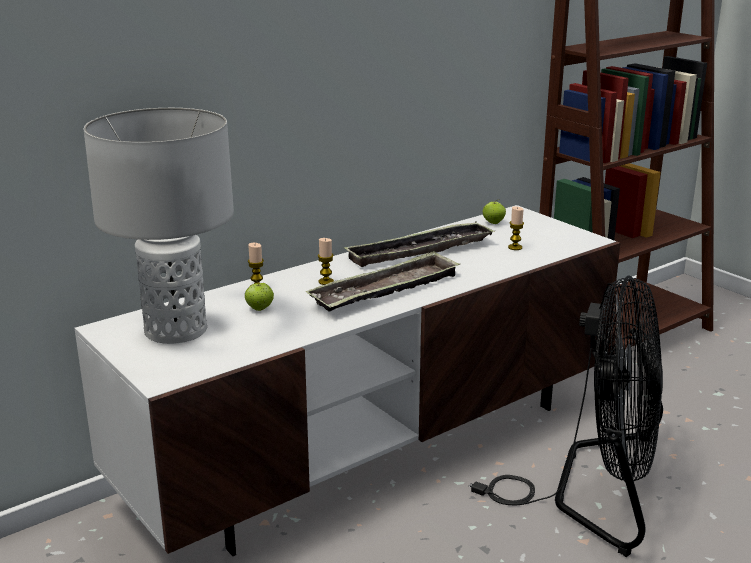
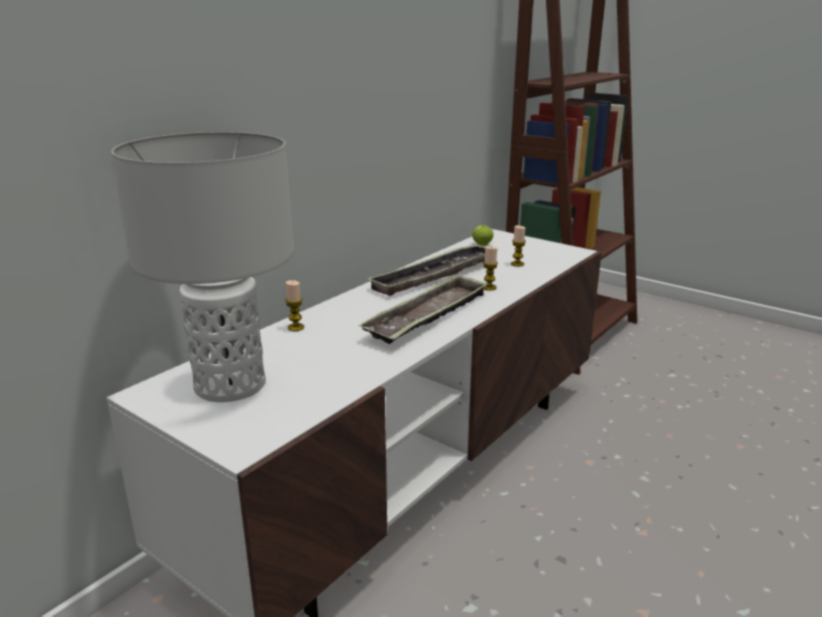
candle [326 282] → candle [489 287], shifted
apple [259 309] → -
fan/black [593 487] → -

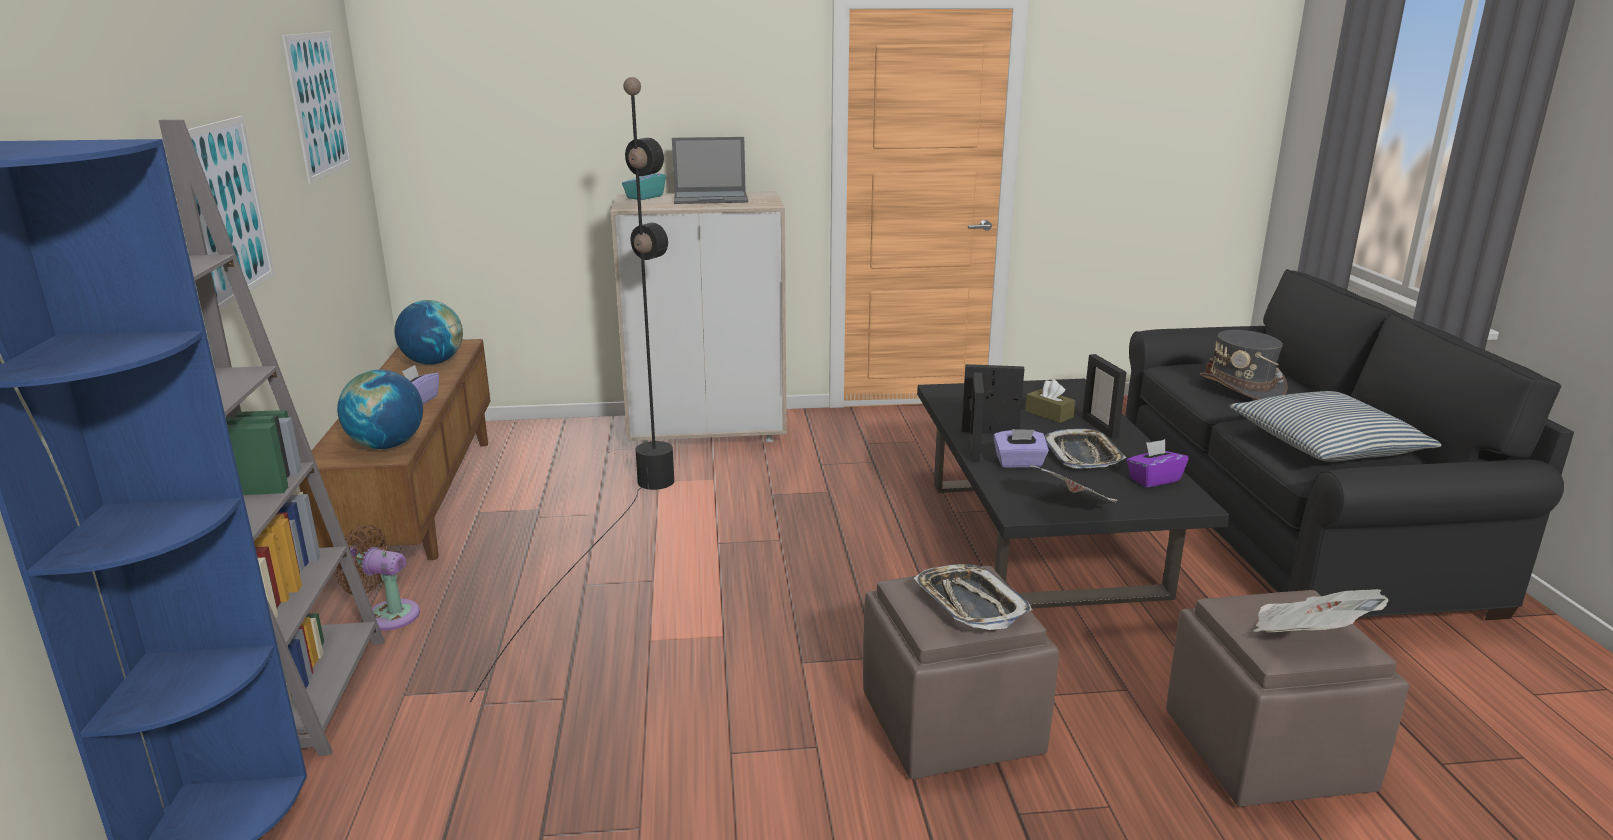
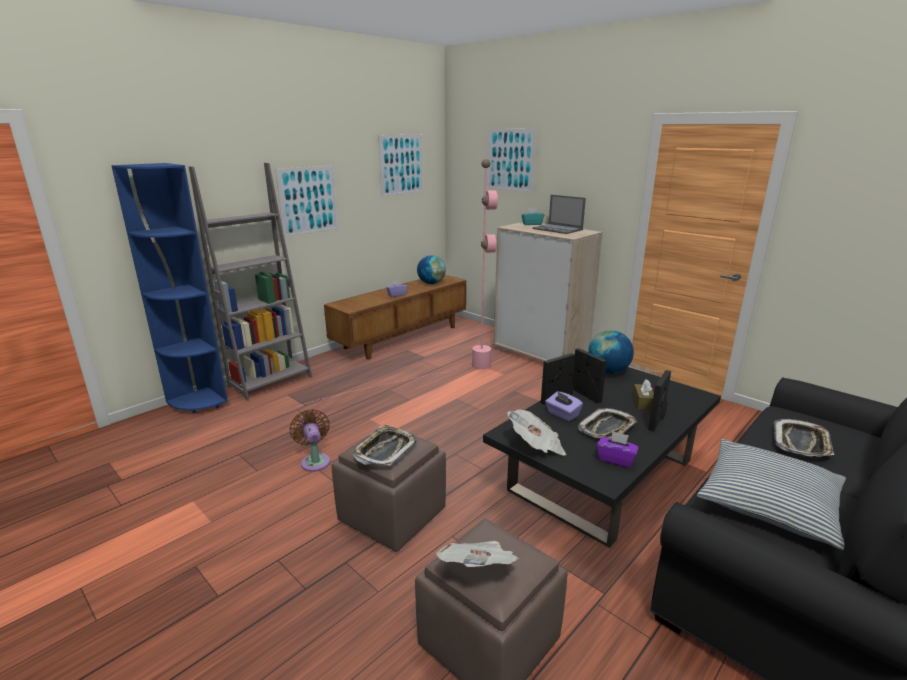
fan/brown [387 615] → fan/brown [315 461], shifted
floor lamp/black [613 528] → floor lamp/pink [434 375]
- → picture [510 160]
globe [386 445] → globe [608 371], shifted
hat/grey [1241 388] → tray [801 442]

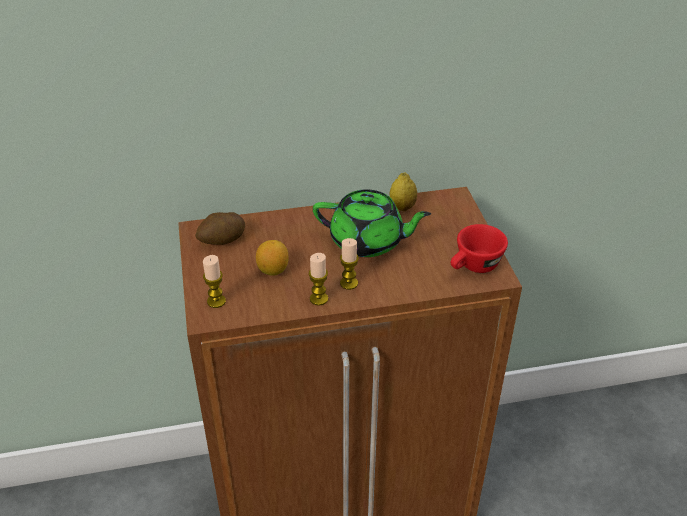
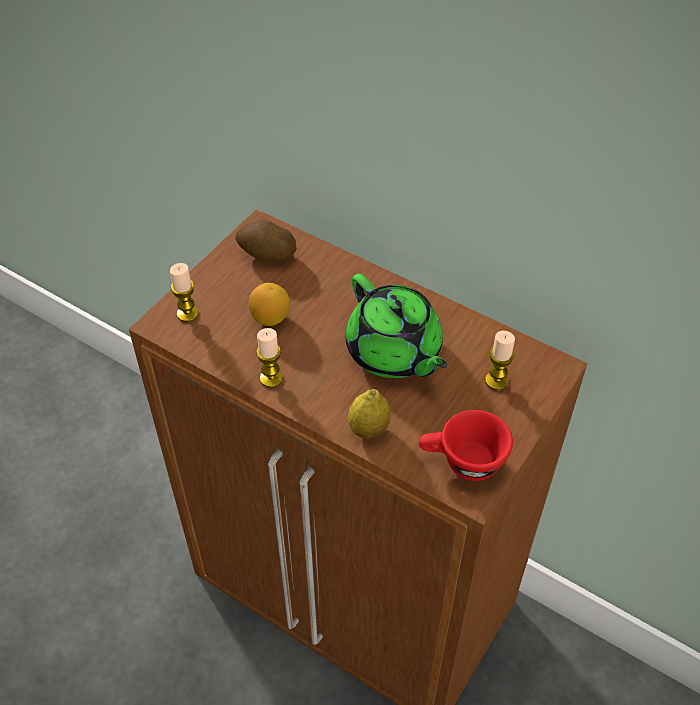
lemon [402 207] → lemon [369 429], shifted
candle [349 283] → candle [496 381], shifted

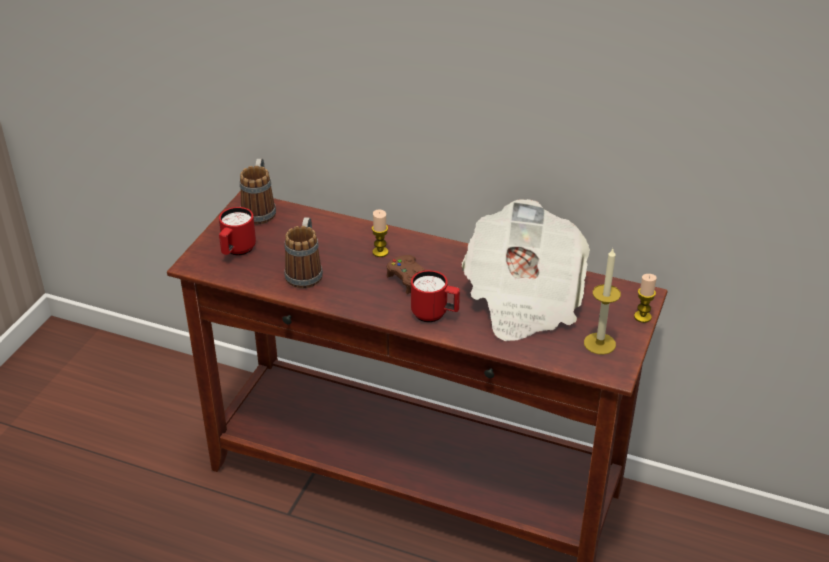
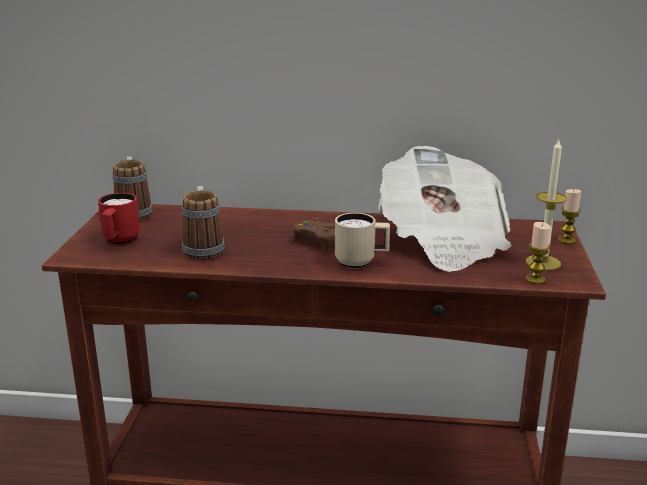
mug/red [435 315] → mug/beige [361 262]
candle [380 252] → candle [535 279], shifted

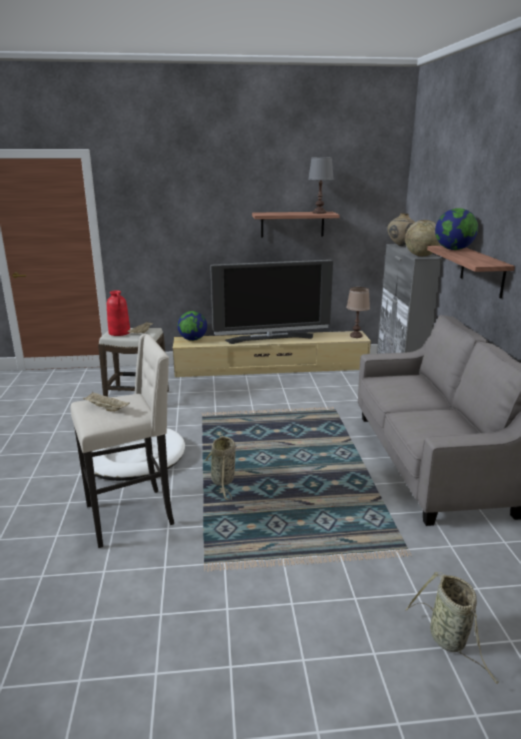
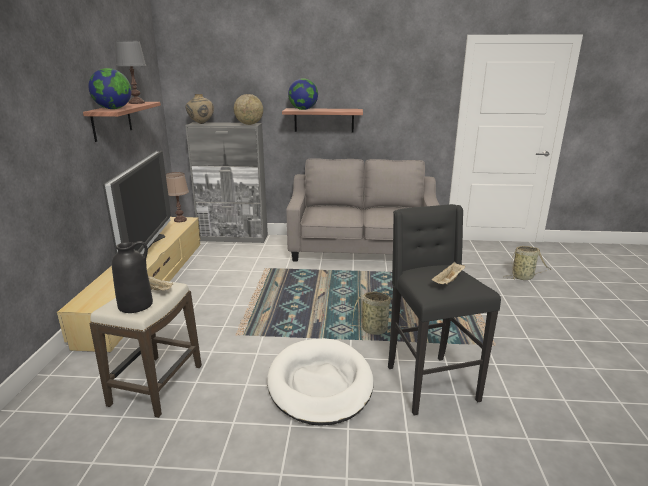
globe [192 339] → globe [113 109], shifted
vase/red [119 332] → vase/black [136 304]
stool/beige [132 515] → stool/black [429 383]

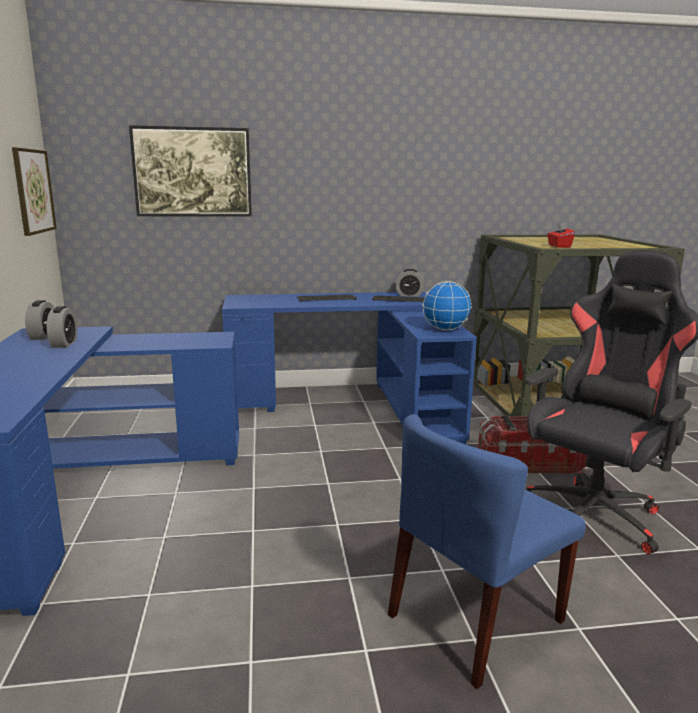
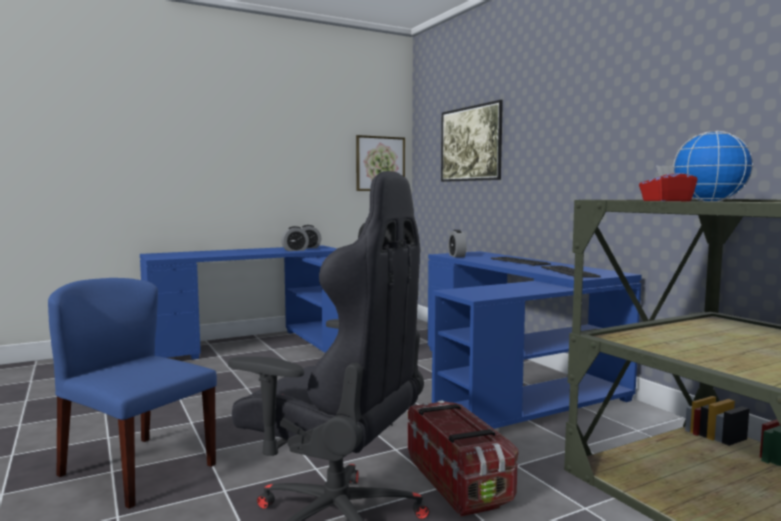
alarm clock [409 295] → alarm clock [457 256], shifted
globe [445 329] → globe [709 202], shifted

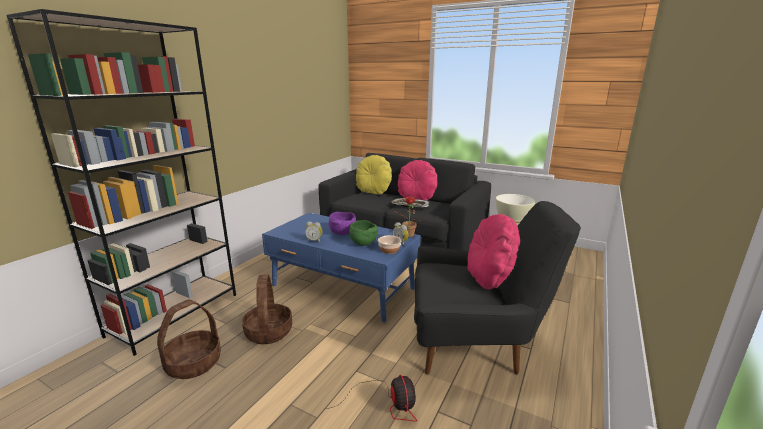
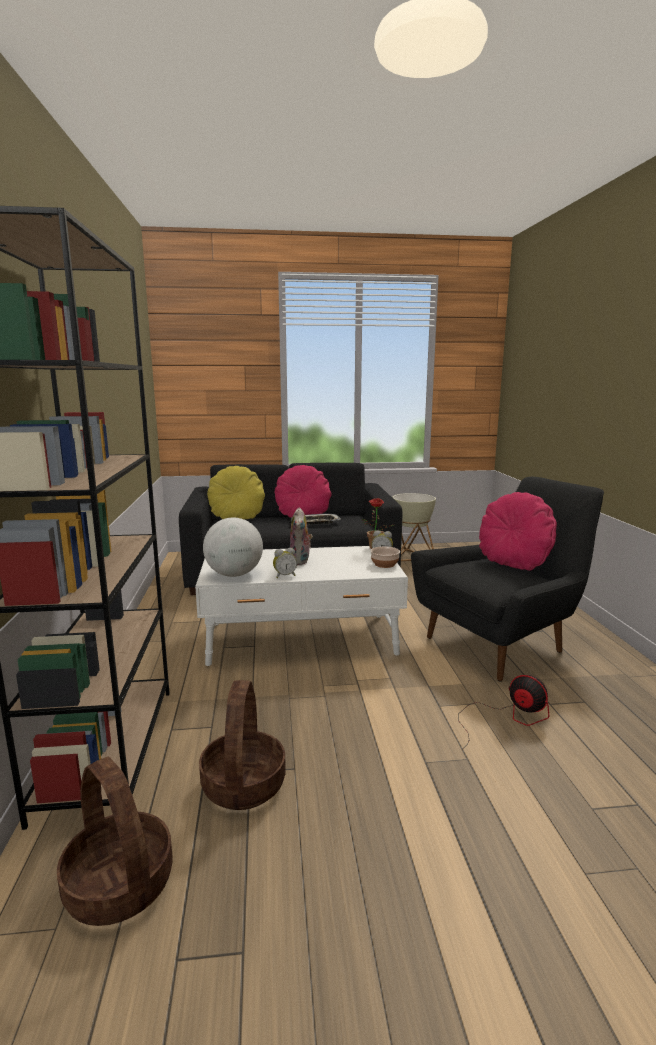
basket [268 332] → basket [118 884], shifted
coffee table/blue [343 287] → coffee table/white [302 639]
- → globe [234 575]
bowl/purple [342 233] → plush toy [300 561]
bowl/green [362 243] → -

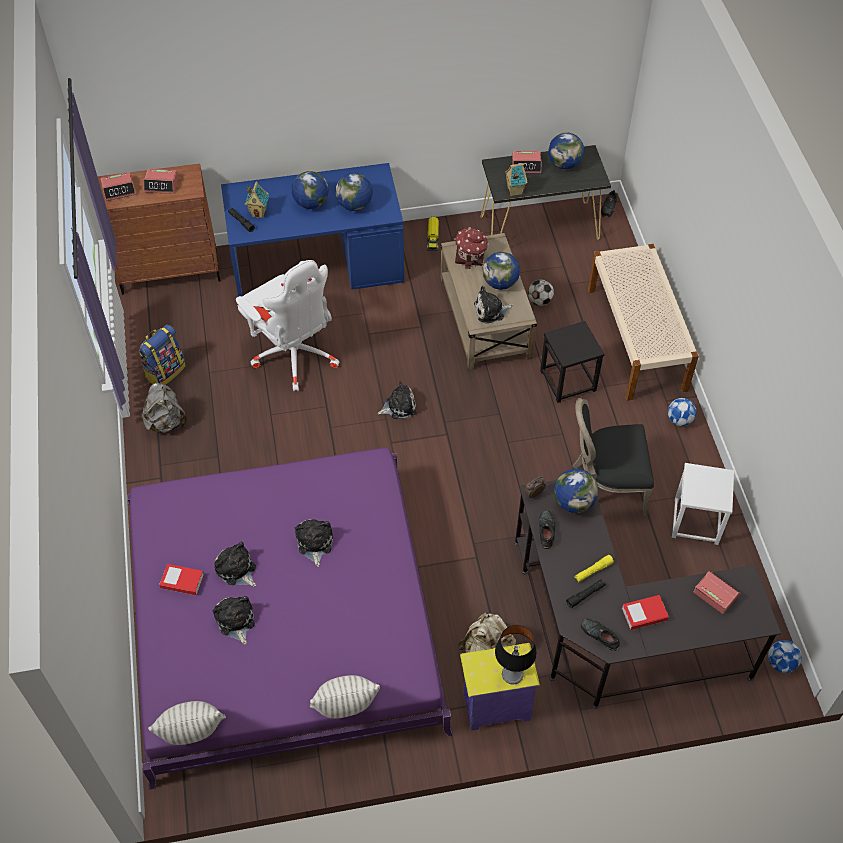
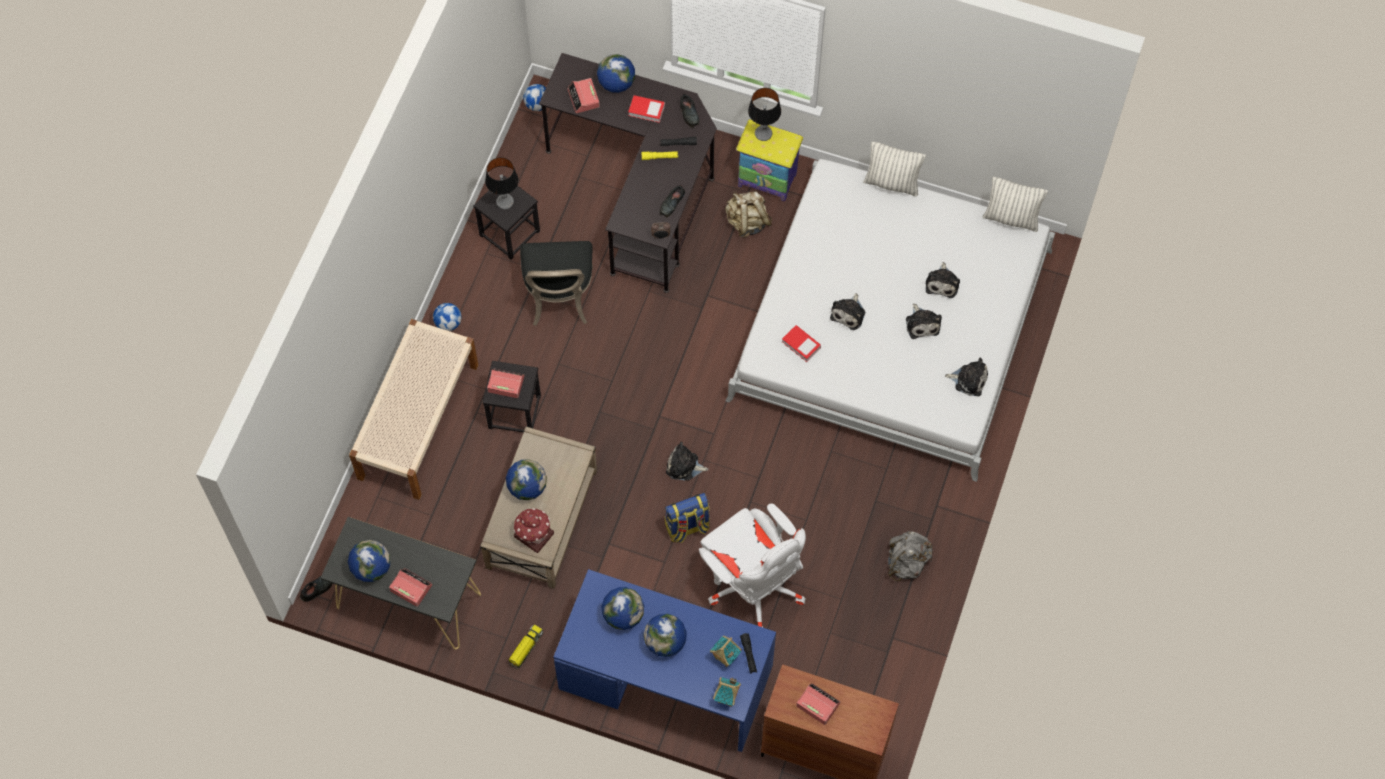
stool/white [696 521] → stool/black [509 232]
- → table lamp [504 202]
alarm clock [119 190] → alarm clock [505 384], shifted
chair/black [605 486] → chair/black [559 298], 60 degrees clockwise
globe [574 502] → globe [616 84], shifted
backpack [165 371] → backpack [687 527], shifted
office chair/white [291 351] → office chair/white [750 582], 150 degrees clockwise
toy house [514 191] → toy house [727 698], shifted
bed/purple [284 618] → bed/white [890 325]
book [182 581] → book [801 345], shifted
plush toy [491 311] → plush toy [969 380], shifted
football [539 301] → -

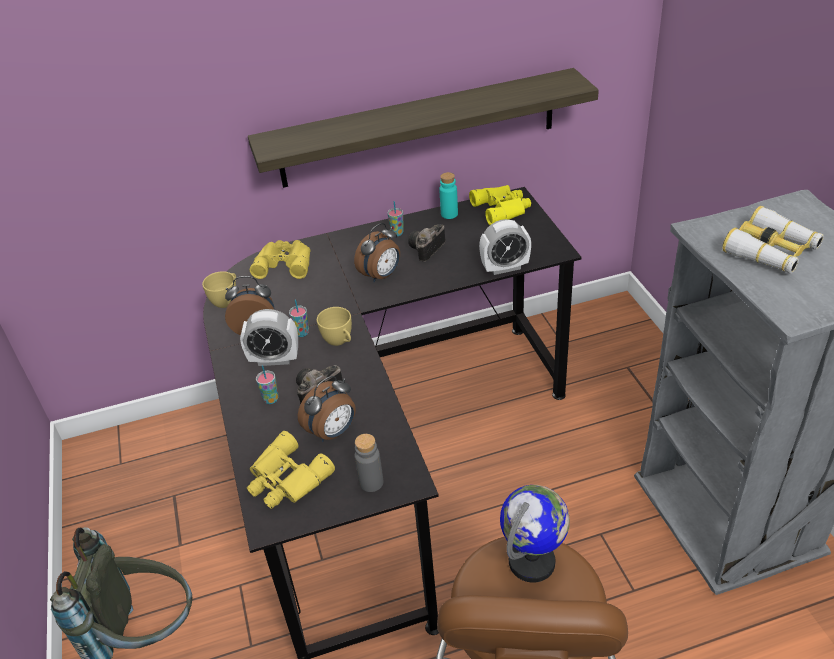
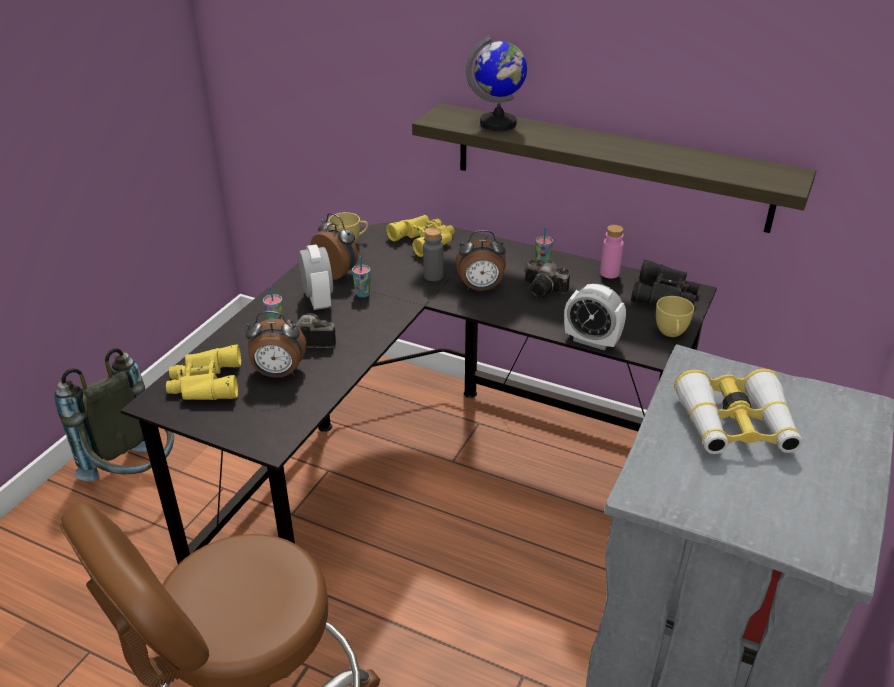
alarm clock [274 359] → alarm clock [318 300], 150 degrees counterclockwise
bottle/grey [371 482] → bottle/grey [433 276], shifted
globe [532 562] → globe [498 124], shifted
photo camera [426 250] → photo camera [546 290], 135 degrees counterclockwise
bottle/turquoise [449 214] → bottle/pink [609 273]
binoculars/yellow [502 208] → binoculars/black [665 294]
cup/yellow [340 341] → cup/yellow [671 334], shifted

